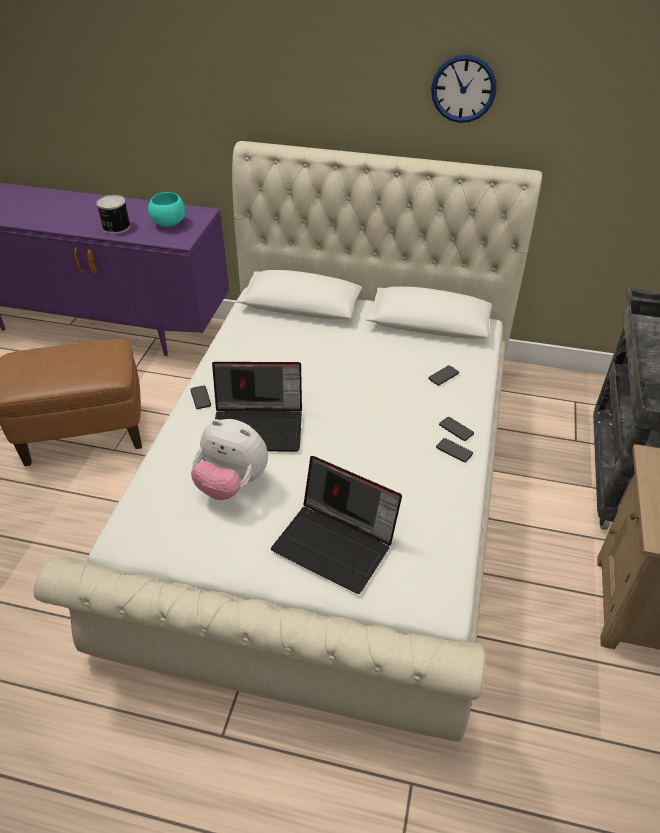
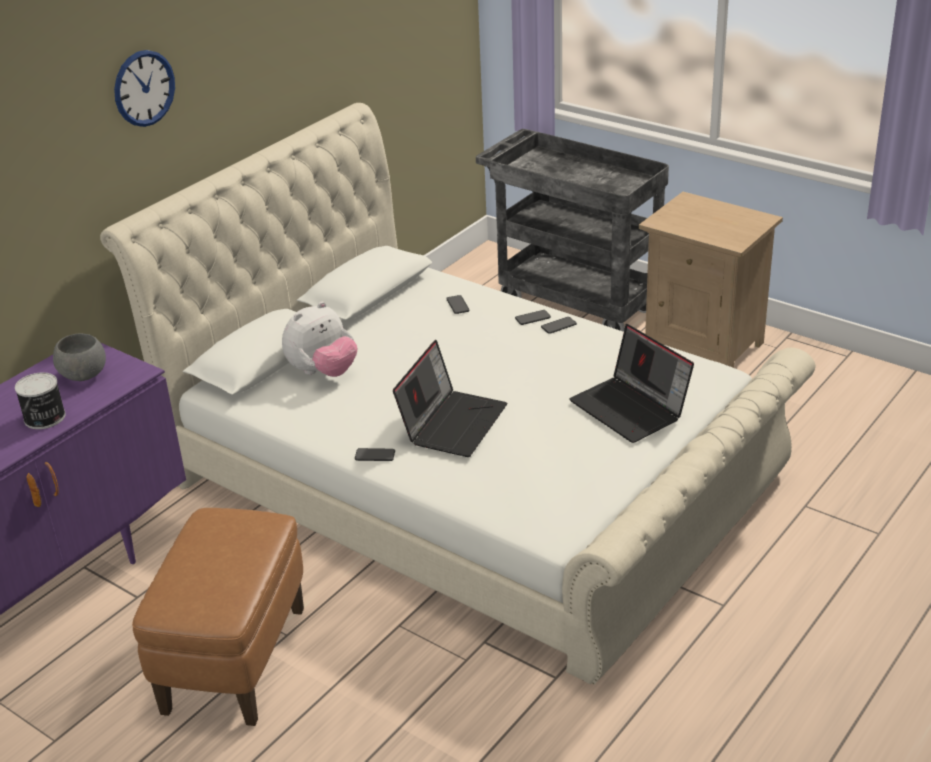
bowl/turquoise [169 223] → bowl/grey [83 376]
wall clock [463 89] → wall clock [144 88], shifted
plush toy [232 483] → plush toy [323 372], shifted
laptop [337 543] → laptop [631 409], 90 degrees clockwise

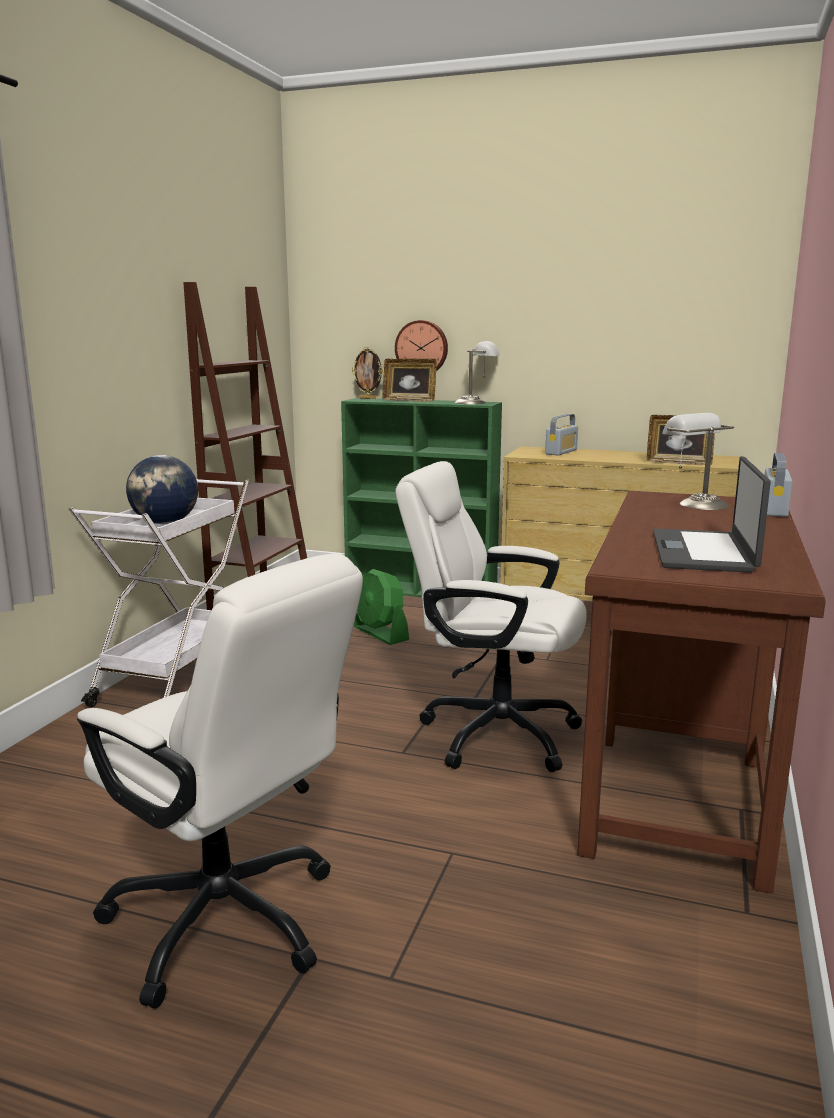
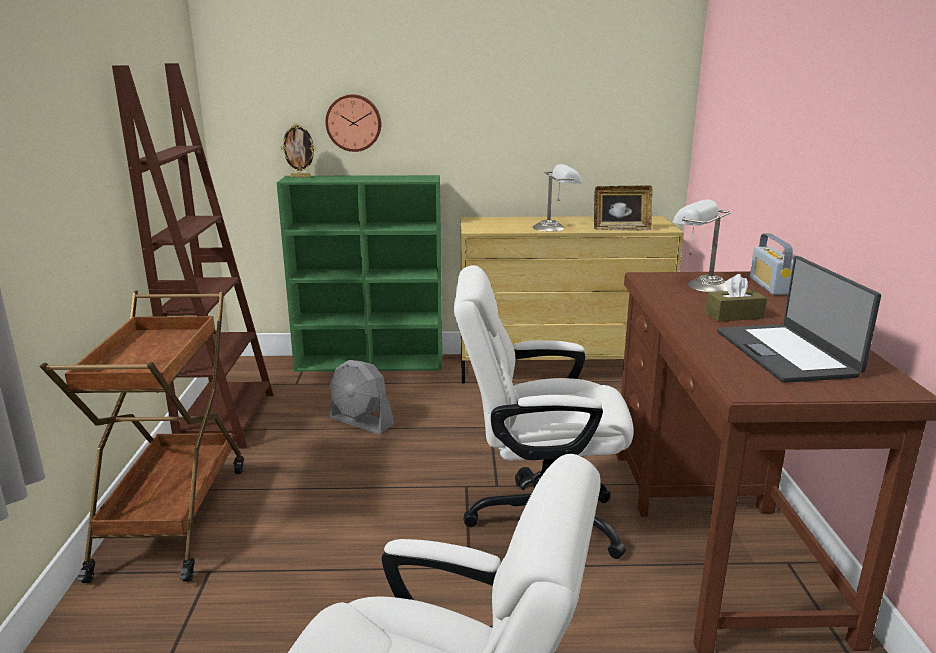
cart/white [179 677] → cart/brown [175 519]
fan/green [380 633] → fan/grey [361 422]
table lamp/white [477 402] → table lamp/white [555 227], shifted
- → tissue box/brown [734 315]
globe [165 523] → -
picture frame [409 400] → -
radio [561 452] → -

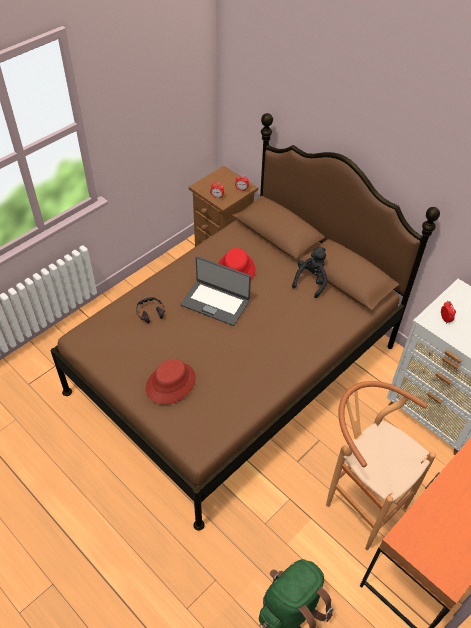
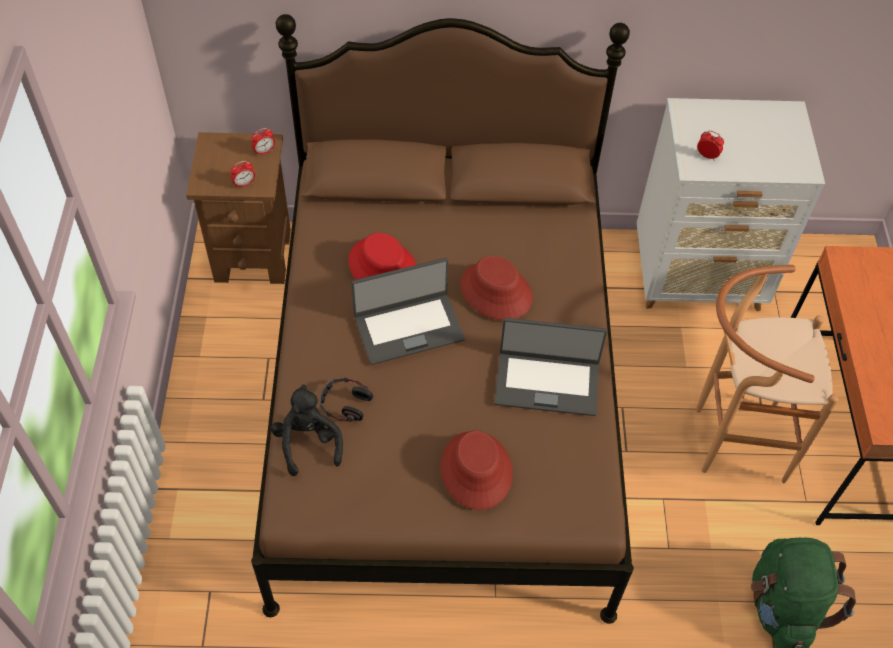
plush toy/black [311 281] → plush toy/black [308 442], shifted
- → hat/red [495 292]
- → laptop [547 382]

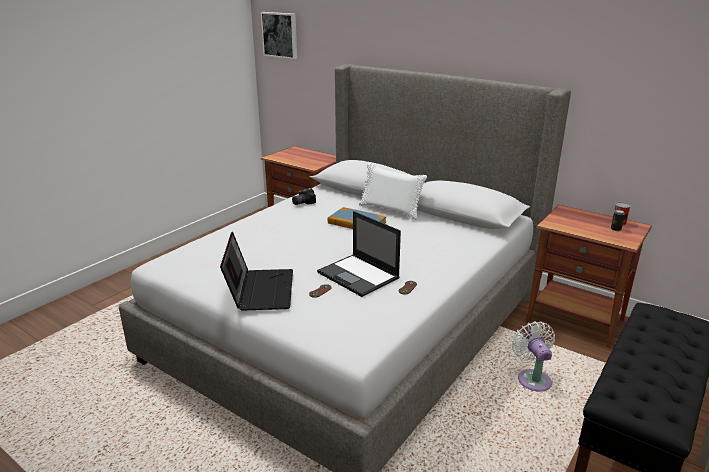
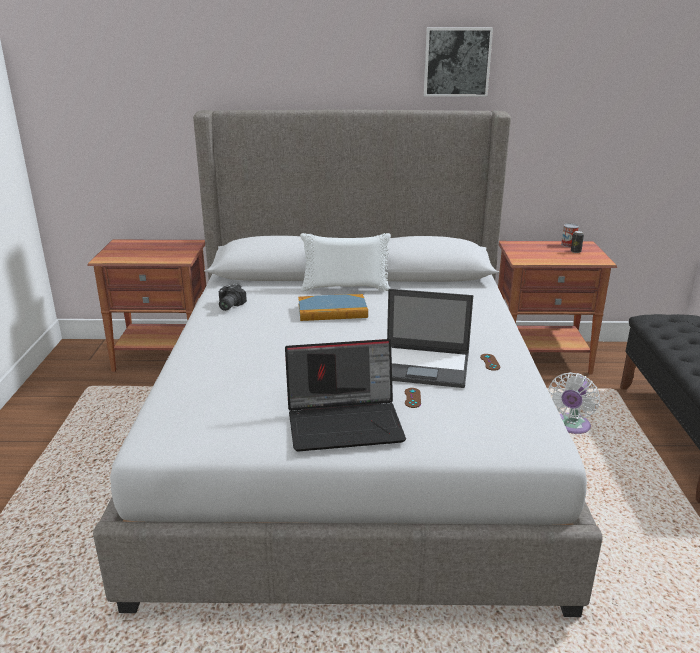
laptop [260 290] → laptop [346 422], 120 degrees clockwise
picture [280 35] → picture [457 62], shifted
fan/white [532 378] → fan/white [570 427], 105 degrees counterclockwise

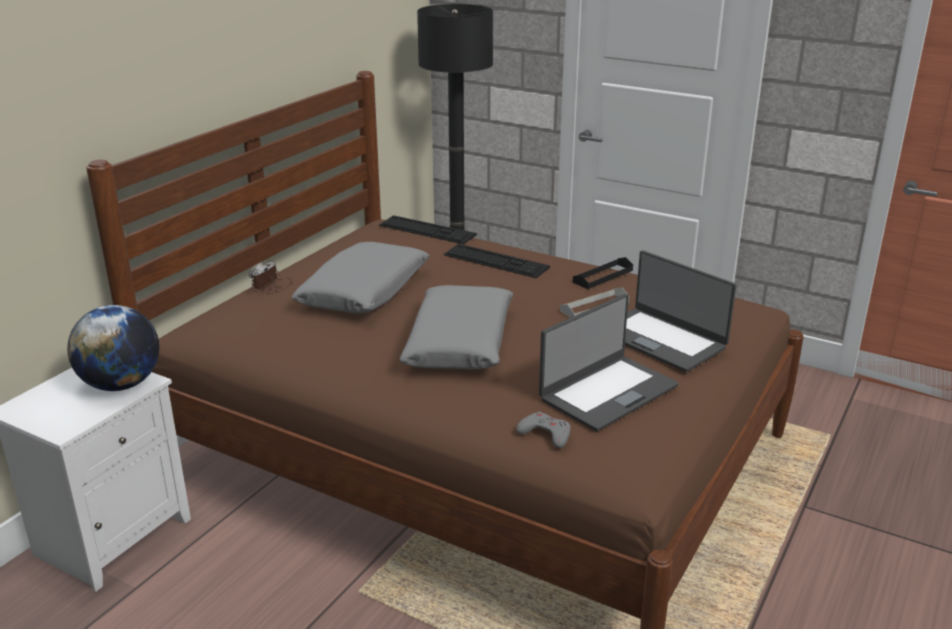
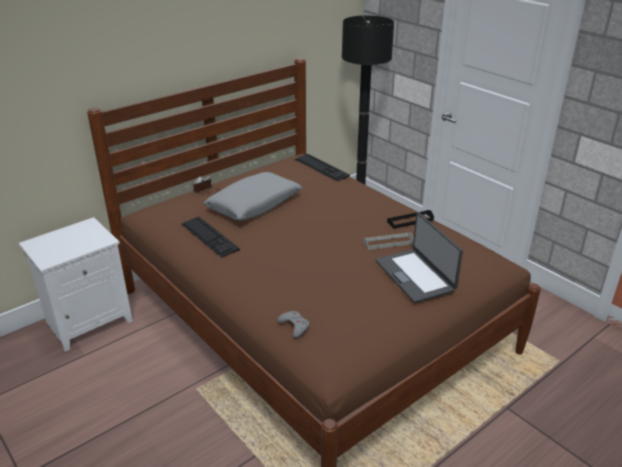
keyboard [495 261] → keyboard [209 236], shifted
globe [121 384] → -
pillow/grey [460 342] → -
laptop [607 392] → -

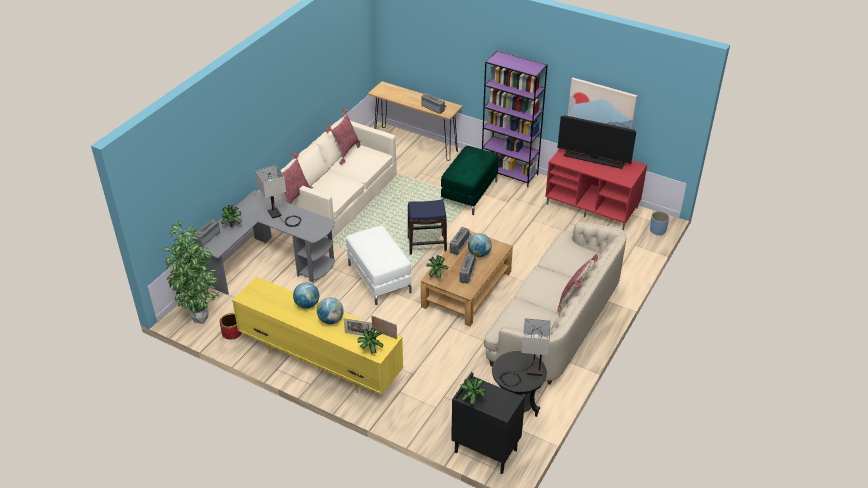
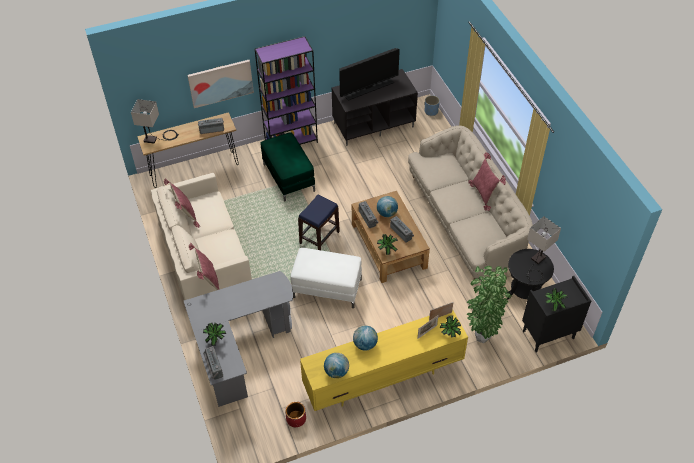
table lamp [282 217] → table lamp [159 138], shifted
picture [602 105] → picture [220 83], shifted
globe [331 320] → globe [336 372], shifted
tv stand/red [593 206] → tv stand/black [374 124]
potted plant [201 317] → potted plant [481 336], shifted

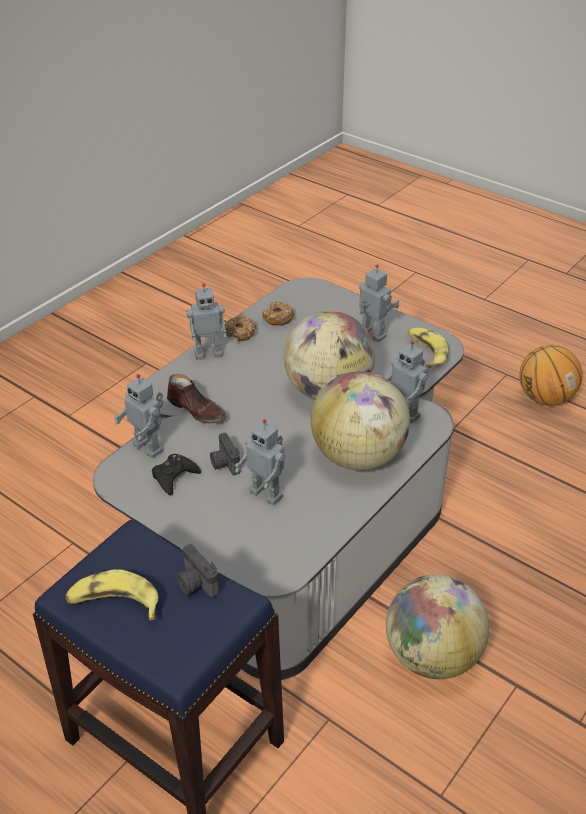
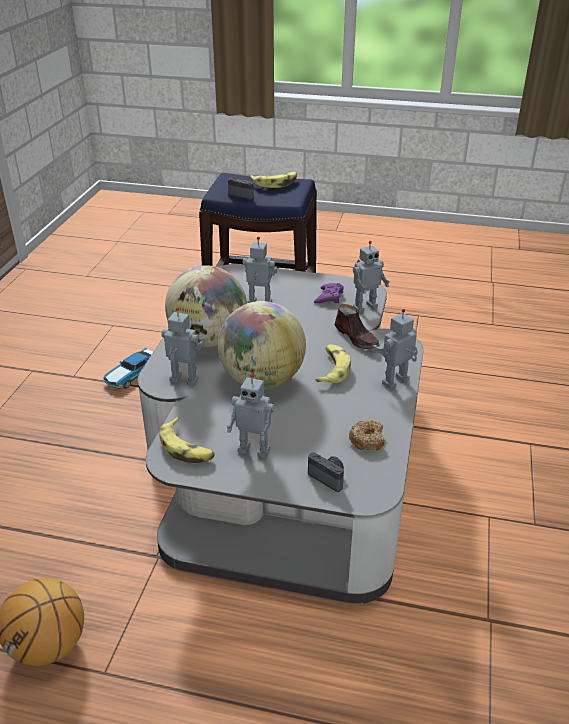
globe [431 656] → toy car [132 375]
photo camera [224 464] → photo camera [328 477], shifted
game controller/black [174 477] → game controller/purple [329 297]
- → banana [332 369]
shoe/brown [197 409] → shoe/brown [357 338], 135 degrees counterclockwise
toy robot [149 447] → toy robot [364 307], 135 degrees clockwise
donut [240 333] → -

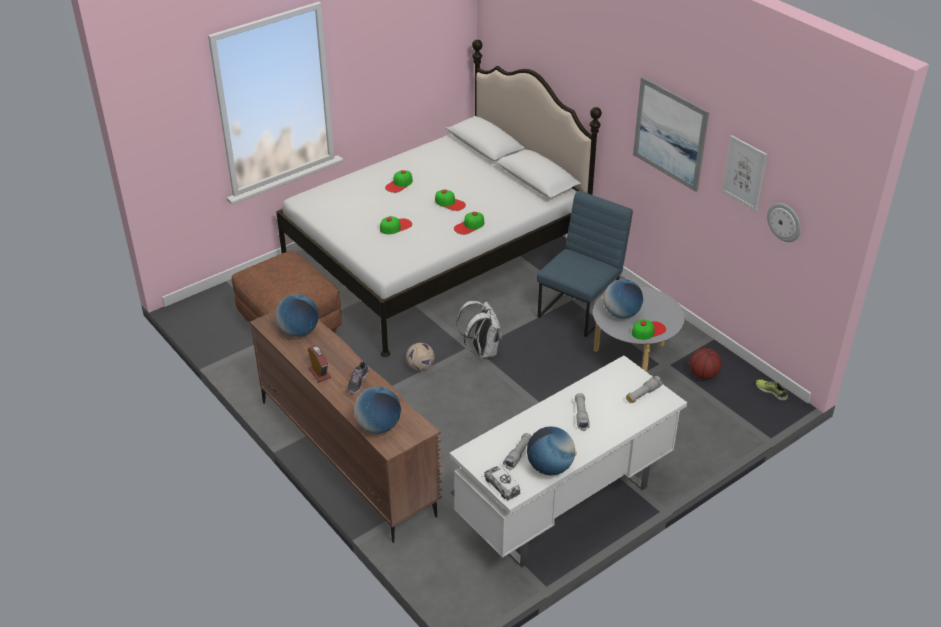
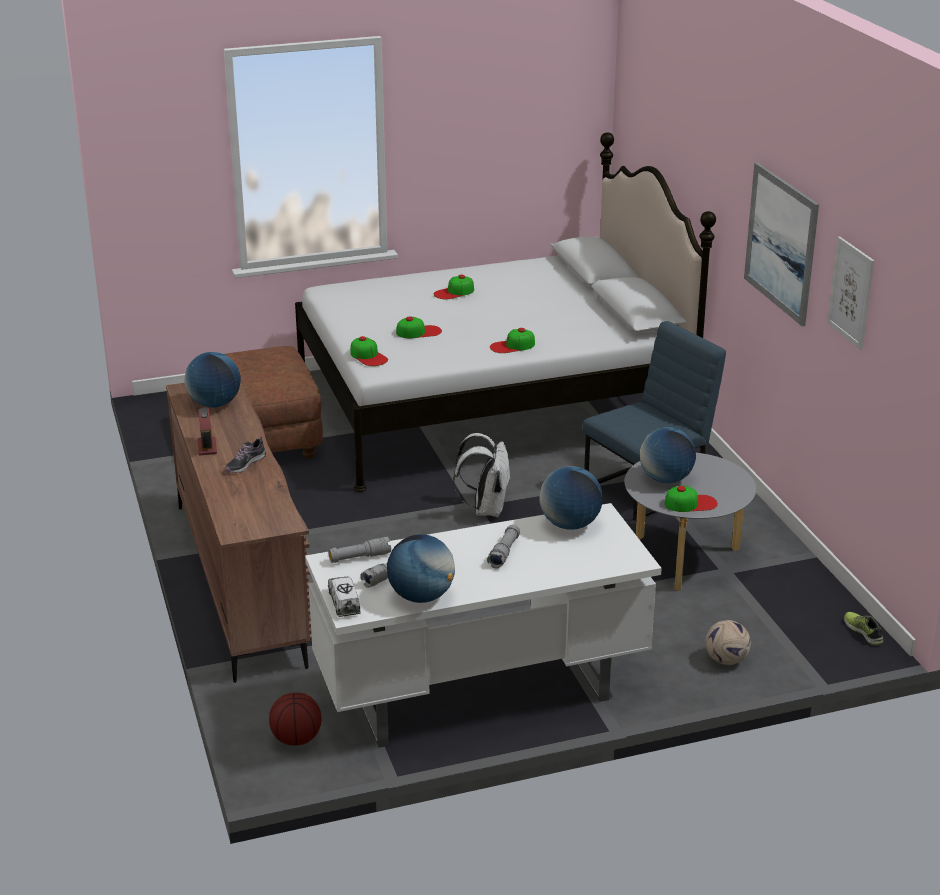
basketball [703 375] → basketball [296 739], shifted
flashlight/grey [643 394] → flashlight/grey [359 557], shifted
cap [450 203] → cap [368 356], shifted
globe [378 426] → globe [570 524], shifted
football [420 367] → football [726 660], shifted
wall clock [784 222] → -

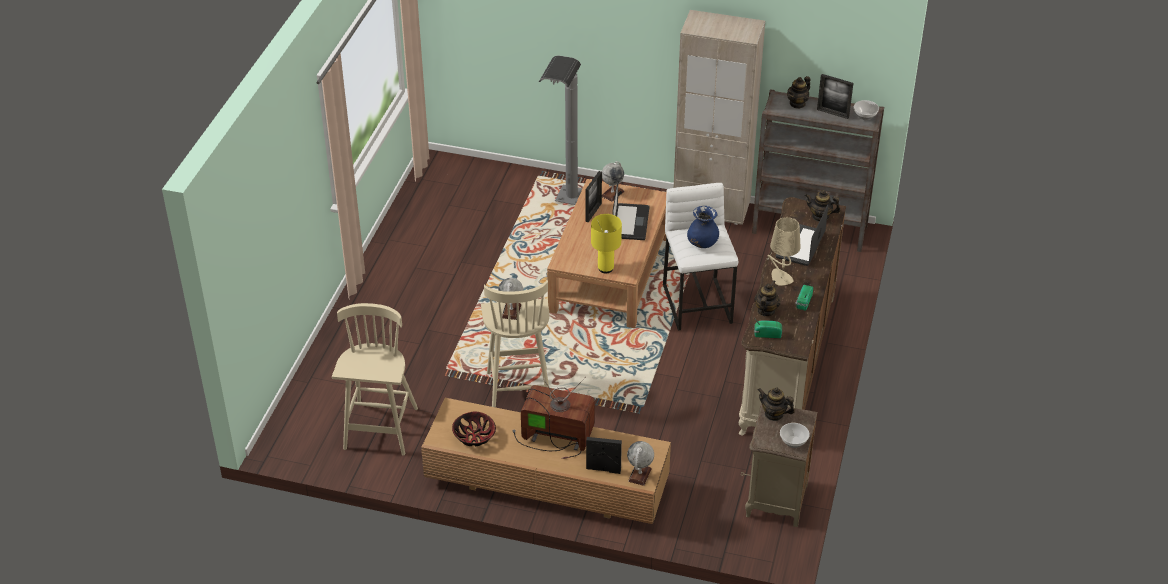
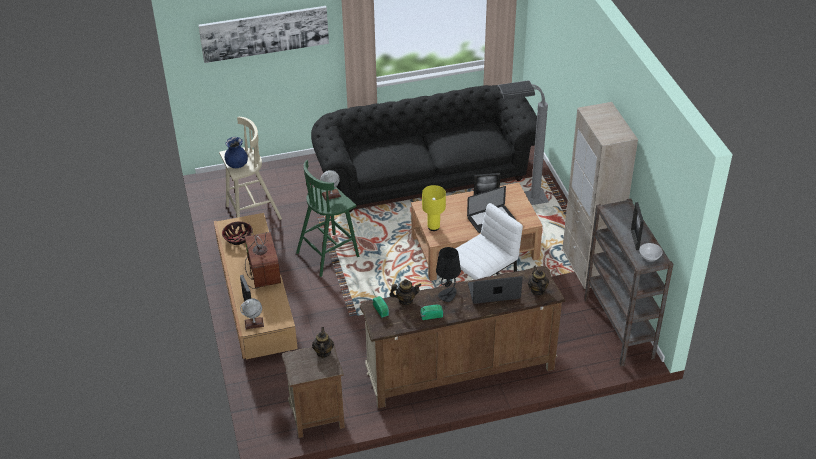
- → picture [264 33]
vase/blue [702 243] → vase/blue [237 165], shifted
stool/beige [519 390] → stool/green [329 253]
- → sofa/black [424 172]
table lamp/beige [780 278] → table lamp/black [448 294]
globe [612 193] → -
bowl [793 441] → -
teapot [797 103] → -

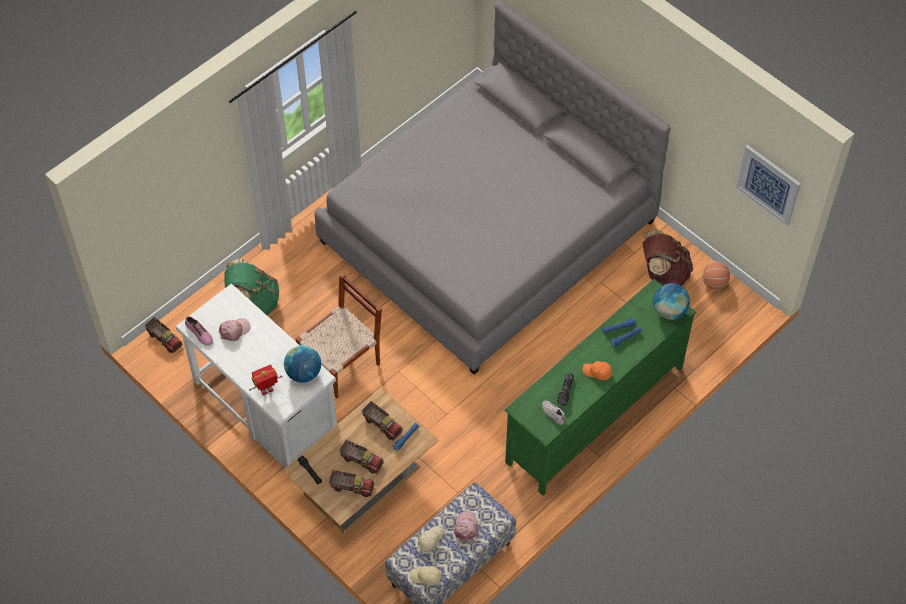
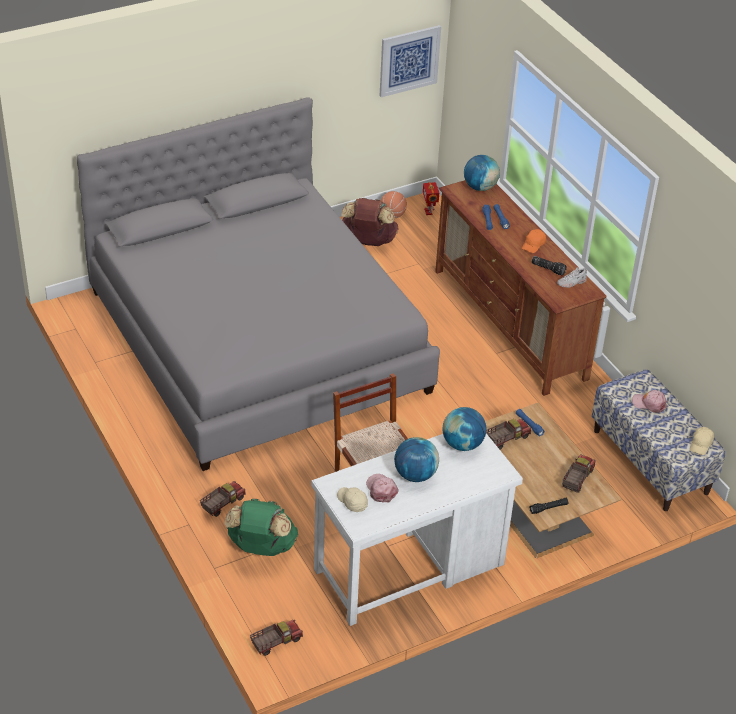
toy truck [362 460] → toy truck [222 504], shifted
cap/beige [430 540] → cap/beige [352 502], shifted
- → globe [415 475]
toy robot [267 390] → toy robot [429 211], shifted
dresser/green [594 414] → dresser/brown [508 324]
shoe [199 333] → -

